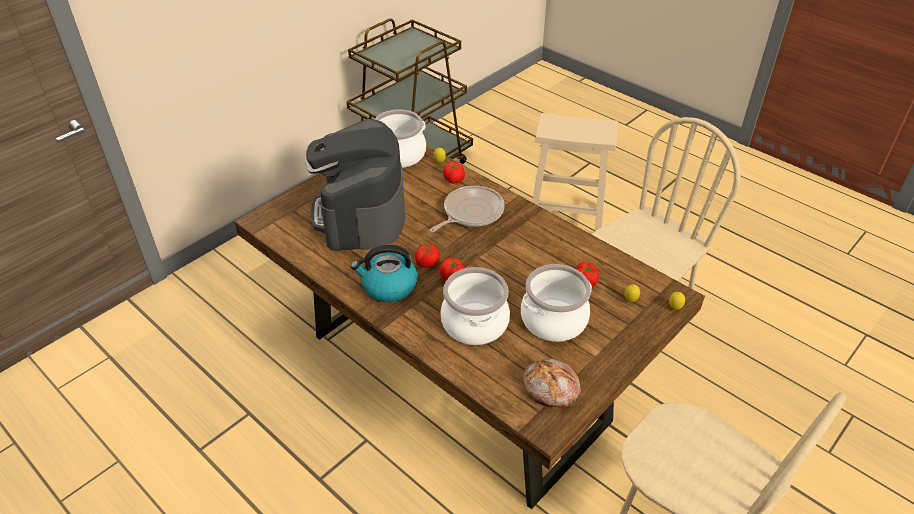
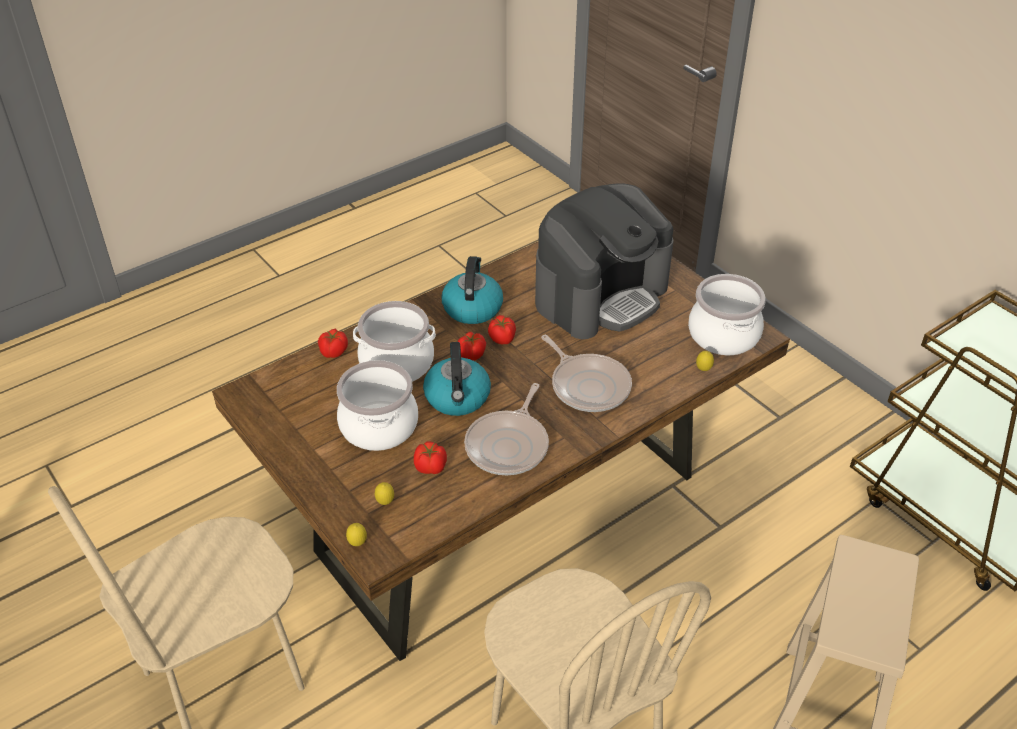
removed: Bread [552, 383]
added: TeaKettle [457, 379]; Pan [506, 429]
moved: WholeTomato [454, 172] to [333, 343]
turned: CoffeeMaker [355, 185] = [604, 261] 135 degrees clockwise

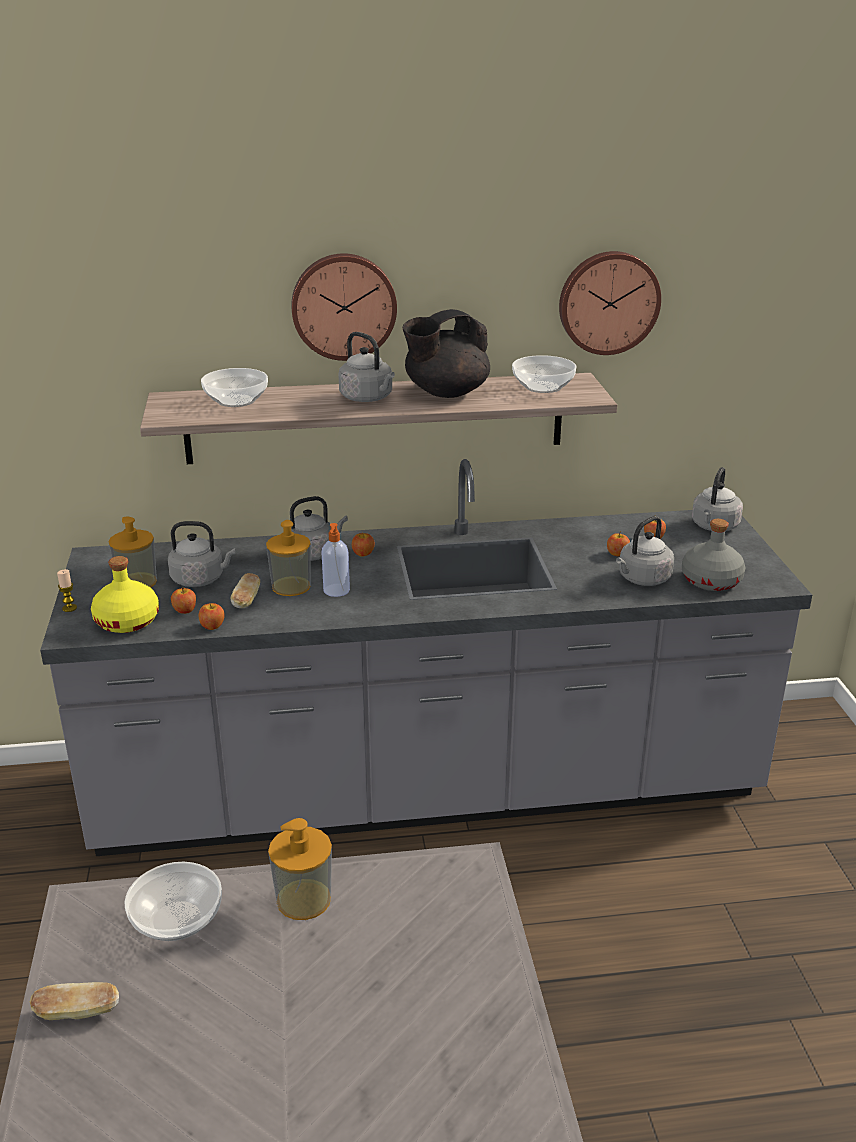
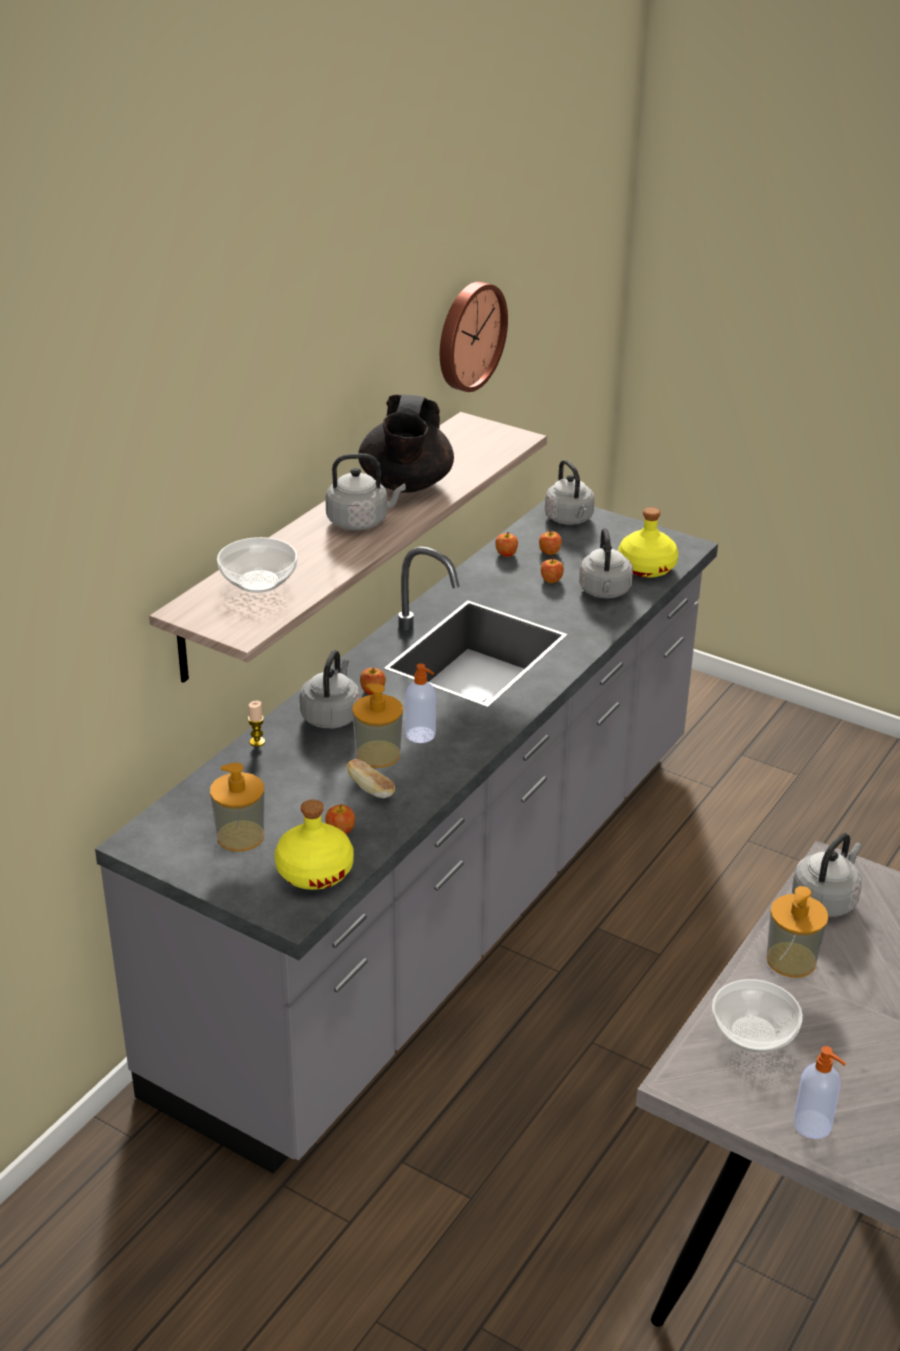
removed: ClockOnTheWall [344, 307]; Bowl [544, 374]
moved: GreyTeaKettle [201, 554] to [827, 875]; Candle [67, 590] to [256, 724]; WholeApple [212, 616] to [506, 544]
replaced: Bread [74, 1001] to SoapBottle [819, 1092]
recoloured: GreyBeverageBottle [713, 555] to YellowishBeverageBottle [648, 542]

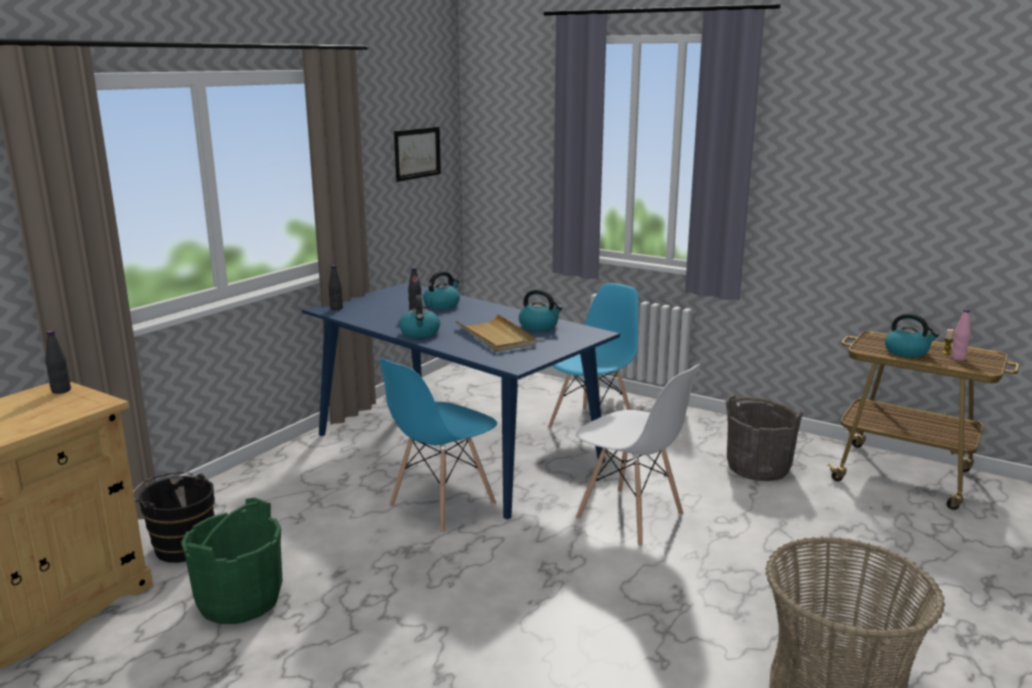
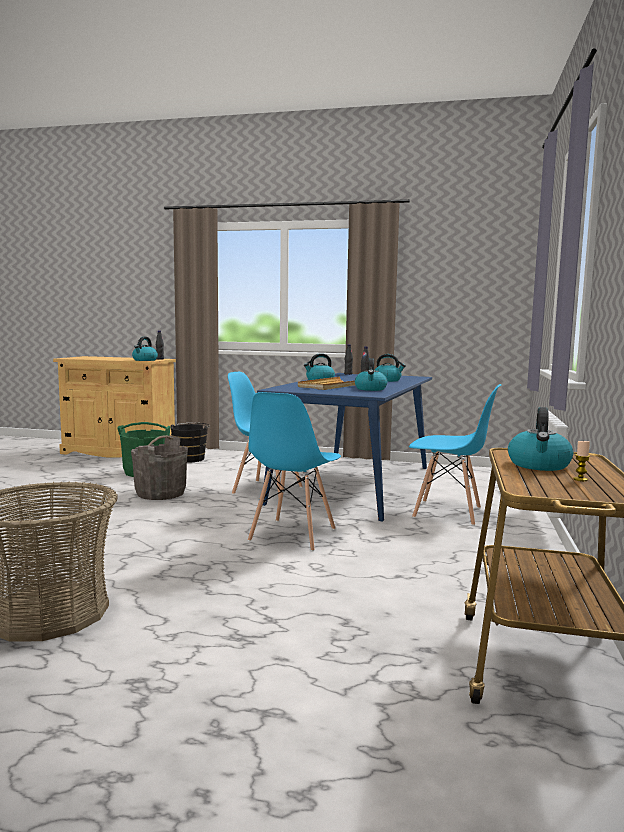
removed: Picture [417, 154]; PinkColouredBeverageBottle [961, 335]
added: TeaKettle [145, 349]
moved: GreyWaterBucket [765, 438] to [159, 467]
recoloured: WhiteColouredUprightChair [638, 455] to BlueUprightChair [294, 471]

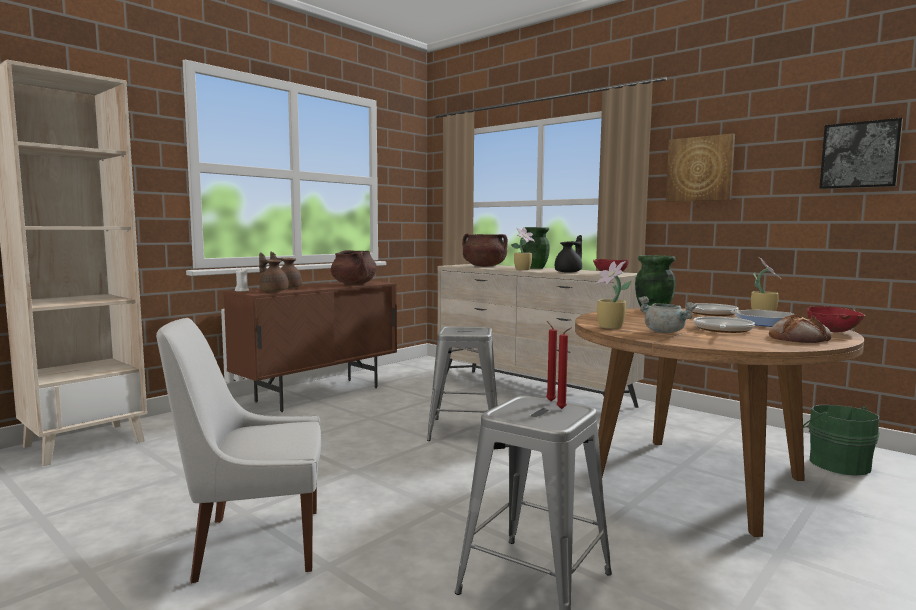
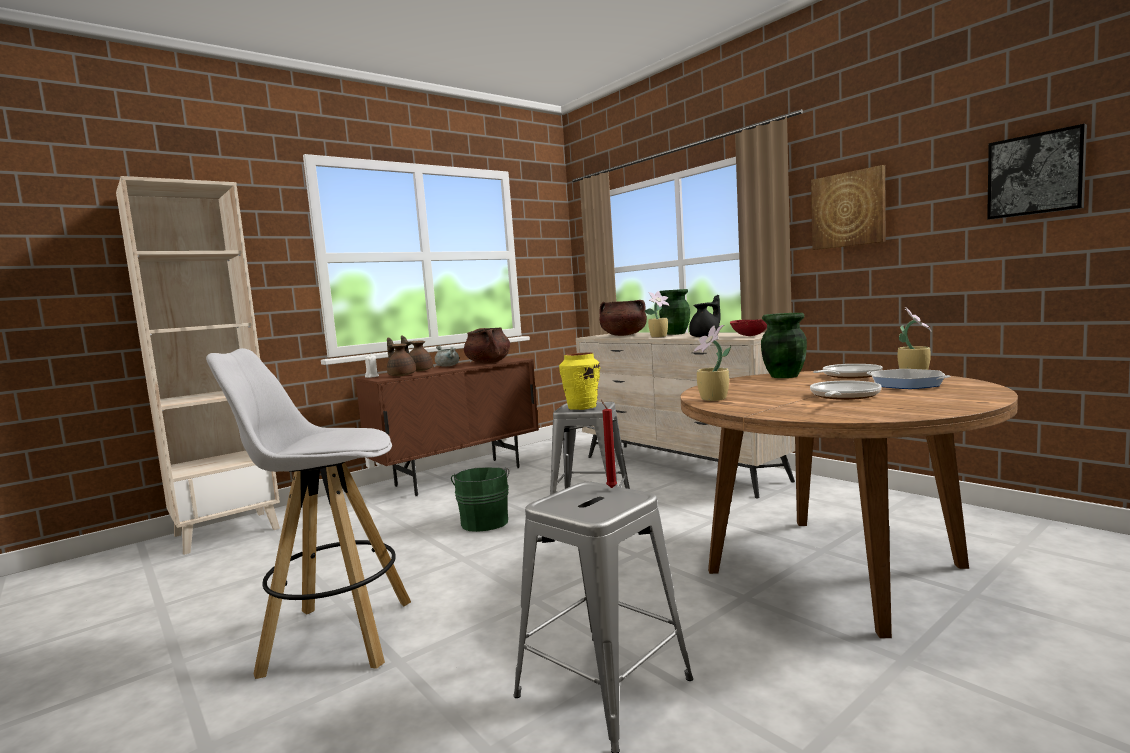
removed: RedColouredBowl [836, 319]; Bread [800, 328]; RedColouredCandle [564, 368]
added: YellowishDecorativeVase [579, 381]
moved: GreySaucepot [667, 314] to [447, 356]; GreenWaterBucket [841, 440] to [480, 499]
replaced: WhiteColouredUprightChair [238, 451] to WhiteColouredStool [308, 513]

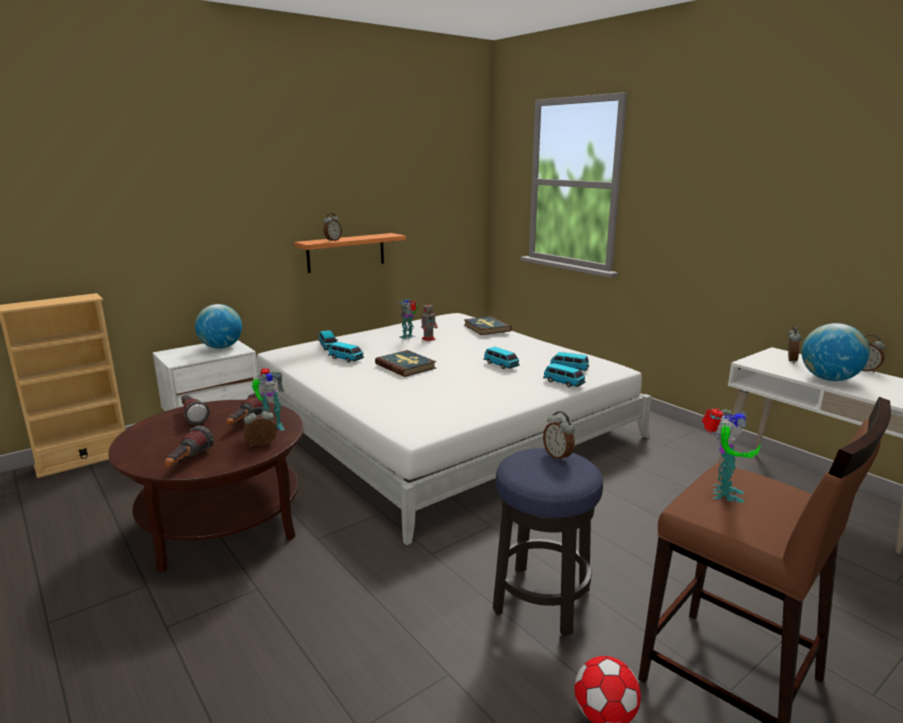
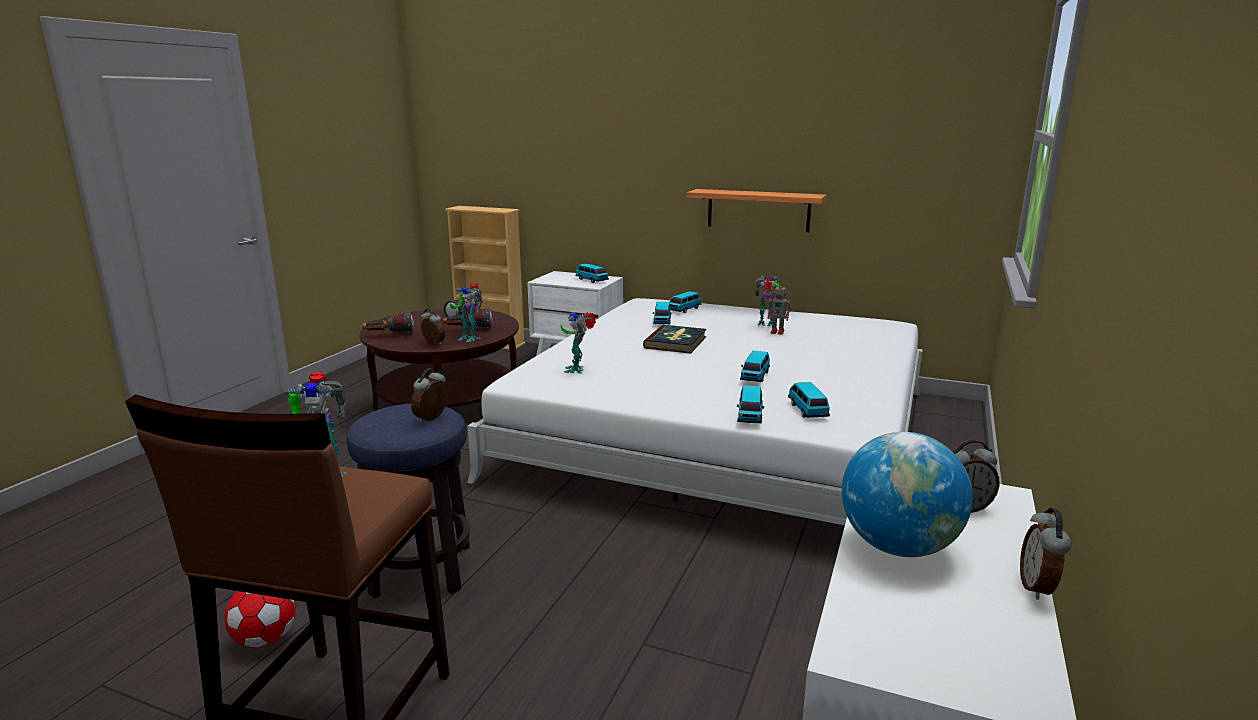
removed: BedsideClock [332, 227]; BoundBook [488, 325]
added: RobotFigure [578, 343]
replaced: Globe [218, 326] to ToyCar [592, 273]

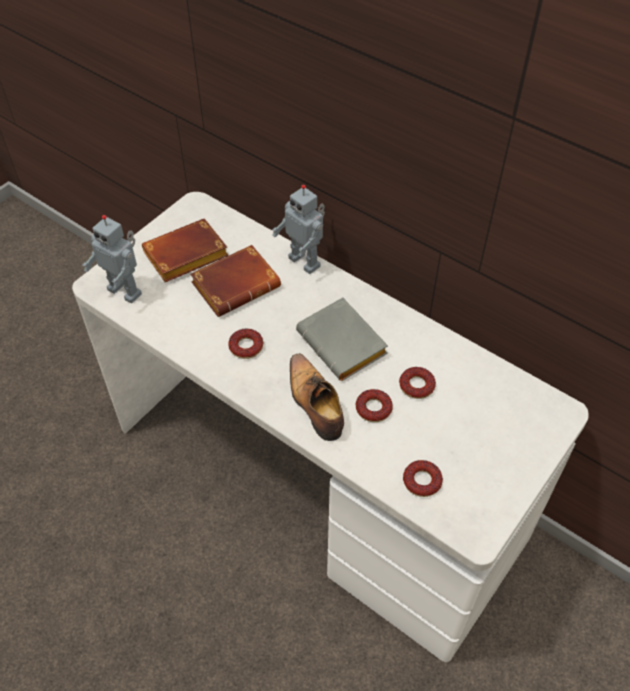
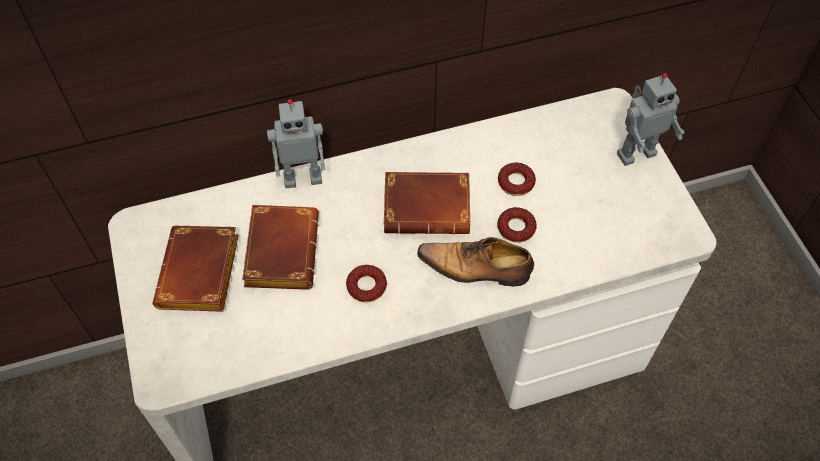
removed: Doughnut [423, 478]
moved: RobotFigure [112, 259] to [651, 119]
recoloured: GreyBoundBook [342, 339] to BrownBoundBook [427, 203]

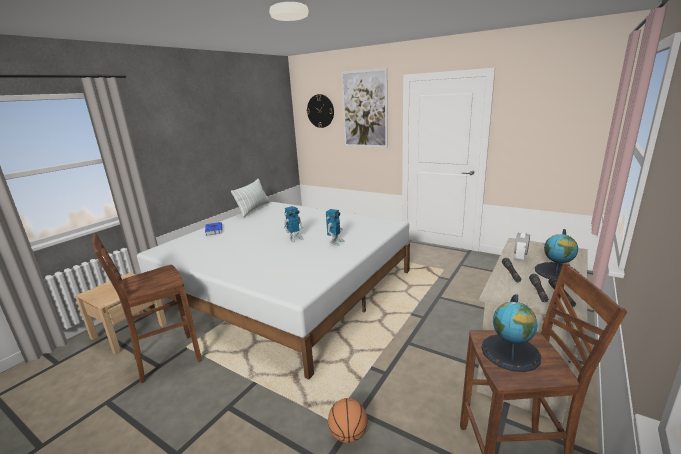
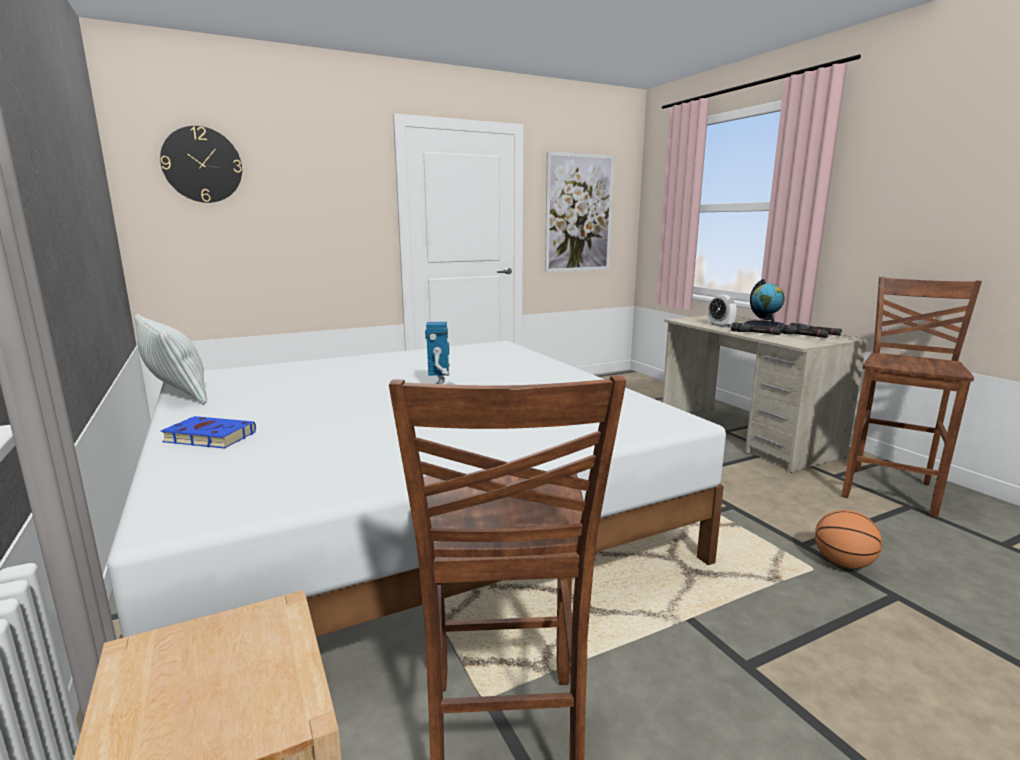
removed: RobotFigure [335, 227]; Globe [511, 333]
moved: Picture [364, 108] to [579, 211]

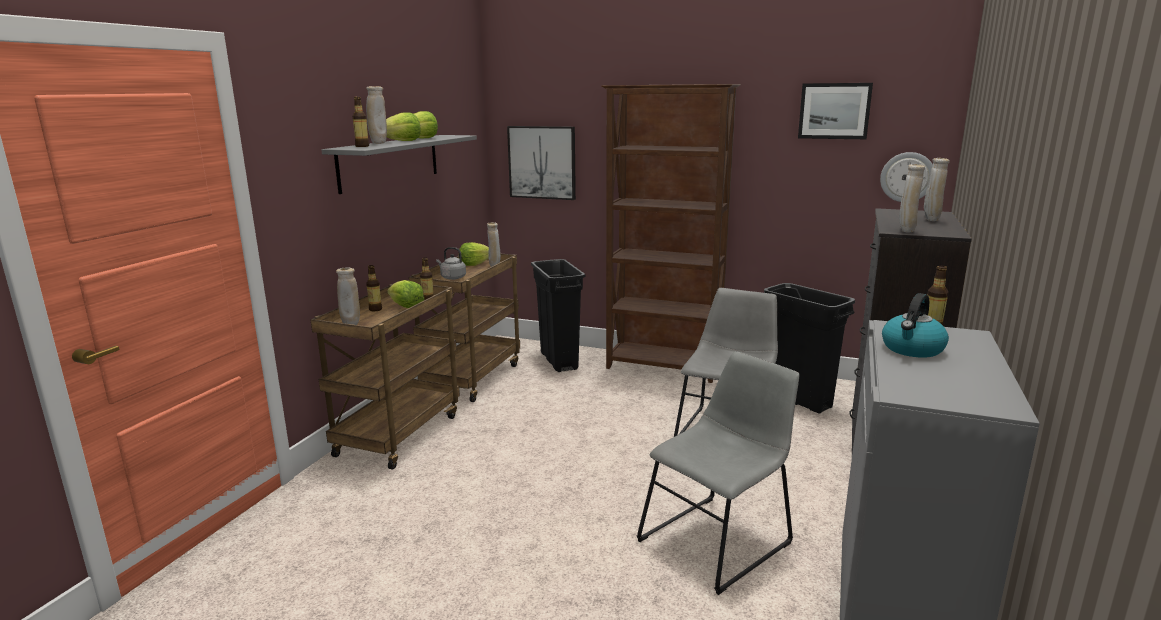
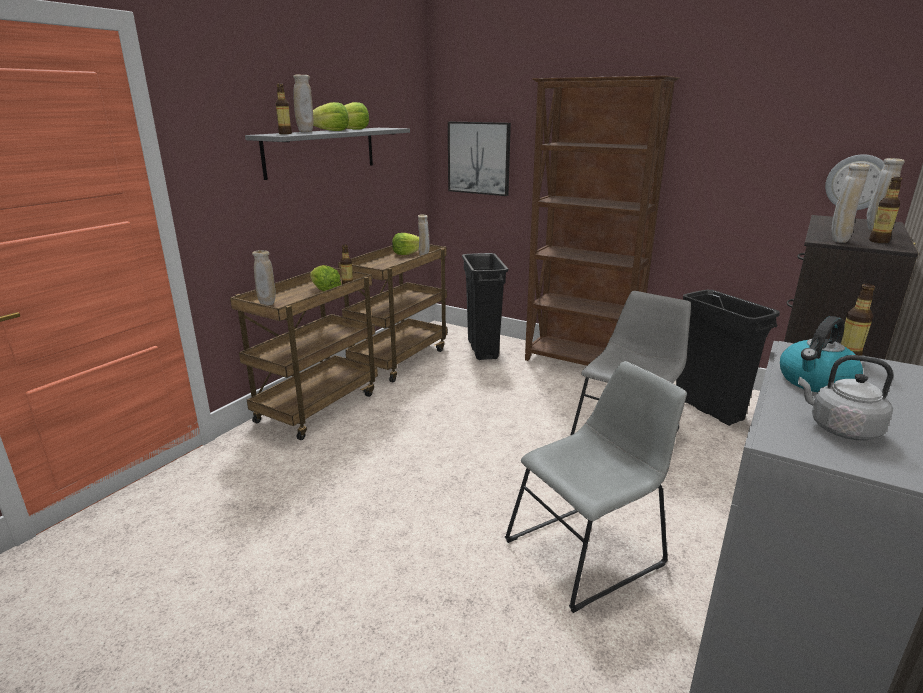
removed: Picture [835, 111]
moved: GreyTeaKettle [451, 263] to [845, 398]; BeverageBottle [374, 288] to [885, 210]

